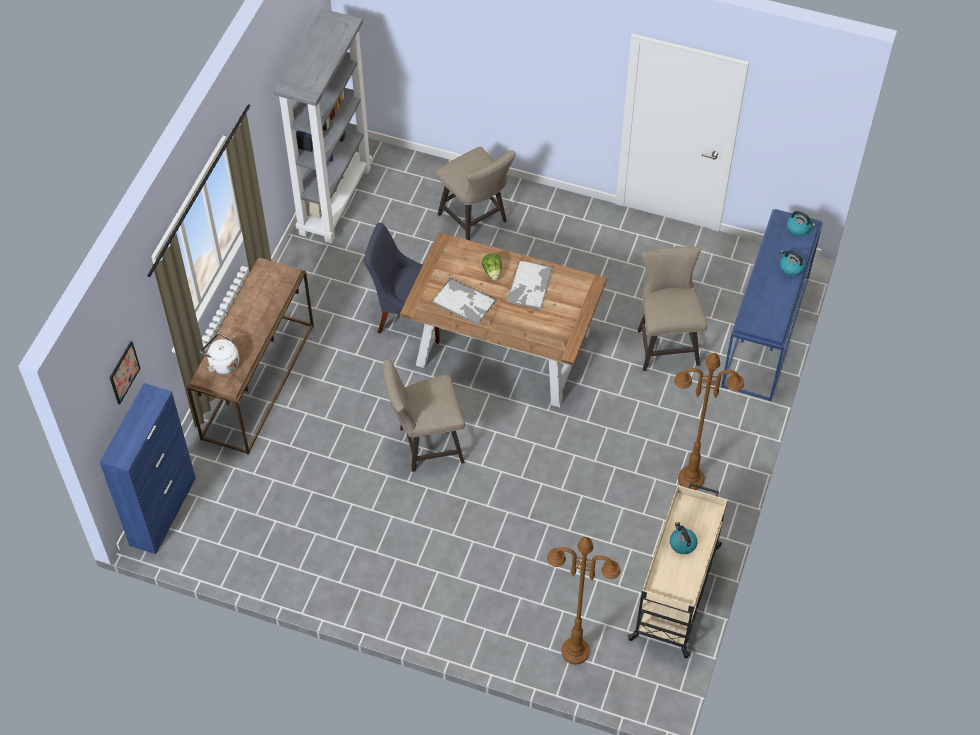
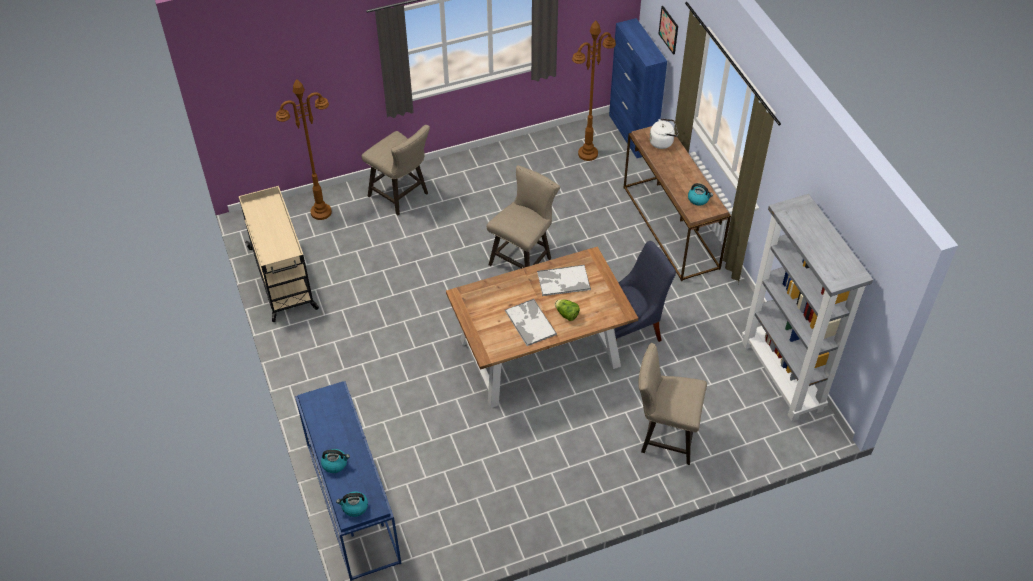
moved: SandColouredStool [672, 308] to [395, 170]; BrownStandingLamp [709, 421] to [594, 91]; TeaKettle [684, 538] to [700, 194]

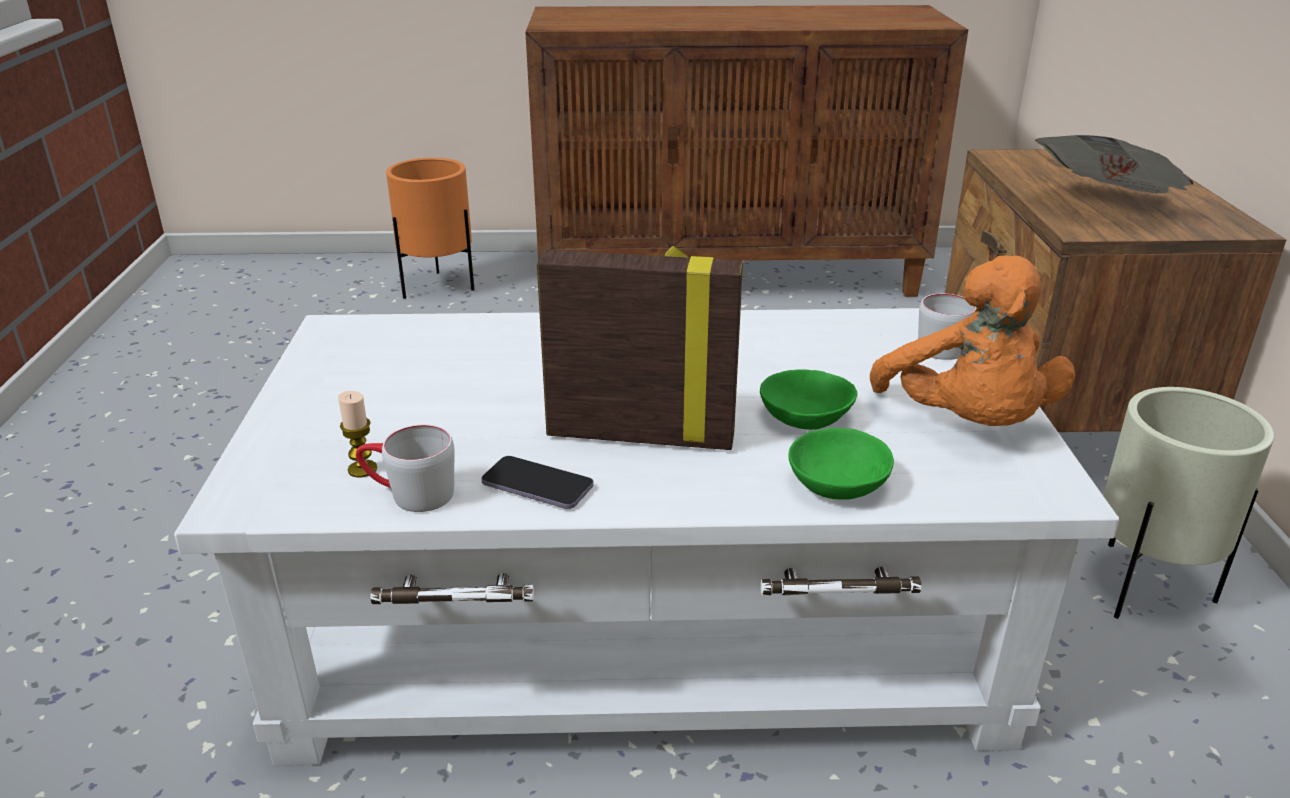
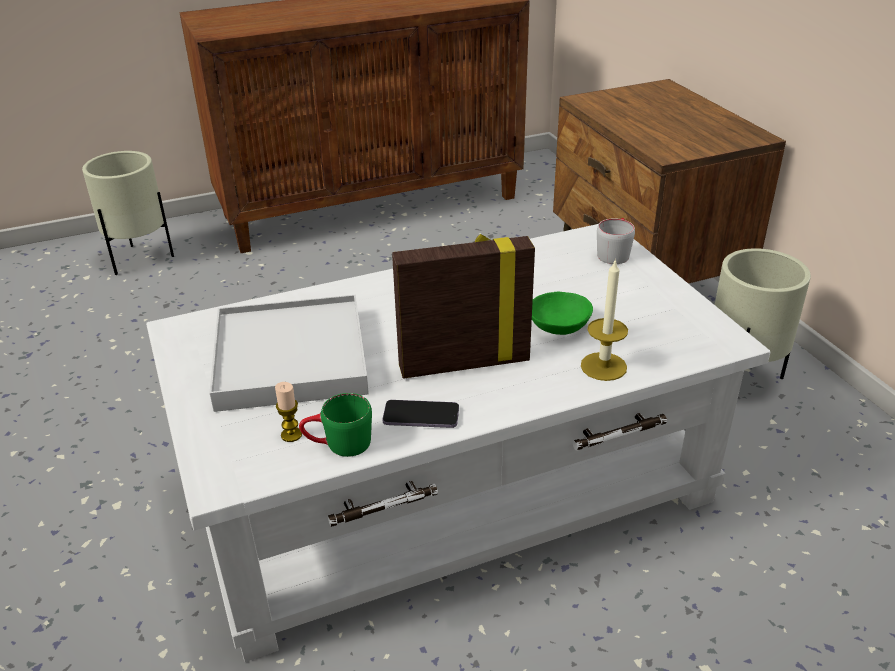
removed: Newspaper [1114, 164]; OrangeSoftToy [972, 341]
added: WhiteColouredCarryingTray [289, 353]
replaced: GreenBowl [841, 463] to Candle [604, 319]
recoloured: OrangeFlowerPot [430, 228] to SandColouredFlowerPot [128, 213]; GreyCoffeeMug [405, 468] to GreenCoffeeMug [335, 425]

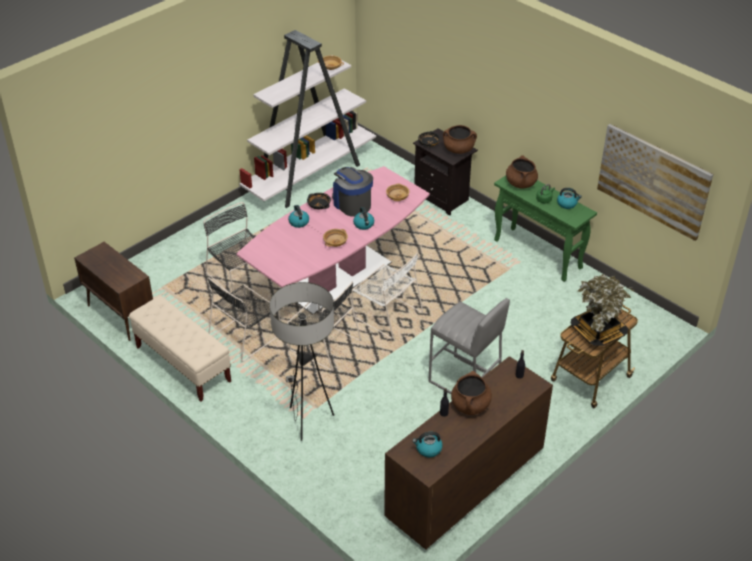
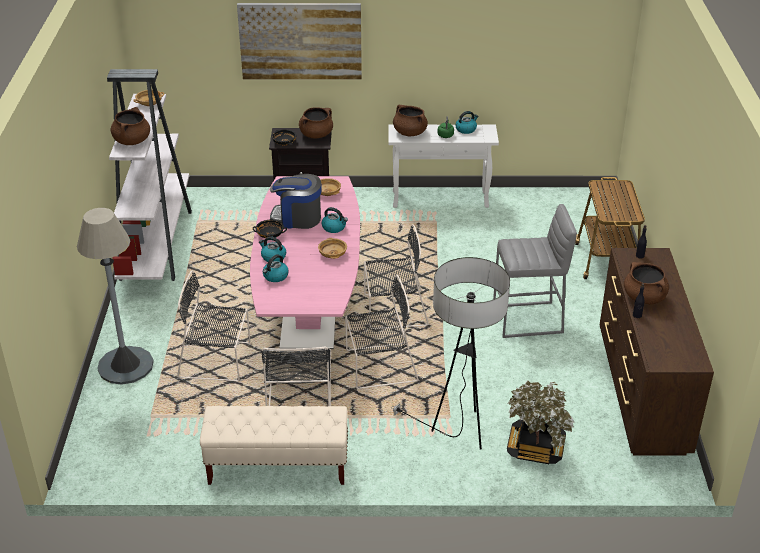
removed: BrownCupboard [113, 291]
added: BrownSaucepot [130, 126]; GreyStandingLamp [115, 296]
moved: Picture [655, 182] to [299, 41]; Houseplant [602, 310] to [541, 422]; TeaKettle [427, 444] to [276, 268]
recoloured: GreenConsoleTable [545, 228] to WhiteColouredConsoleTable [443, 166]; WhiteColouredUprightChair [387, 296] to BlackColouredUprightChair [396, 276]

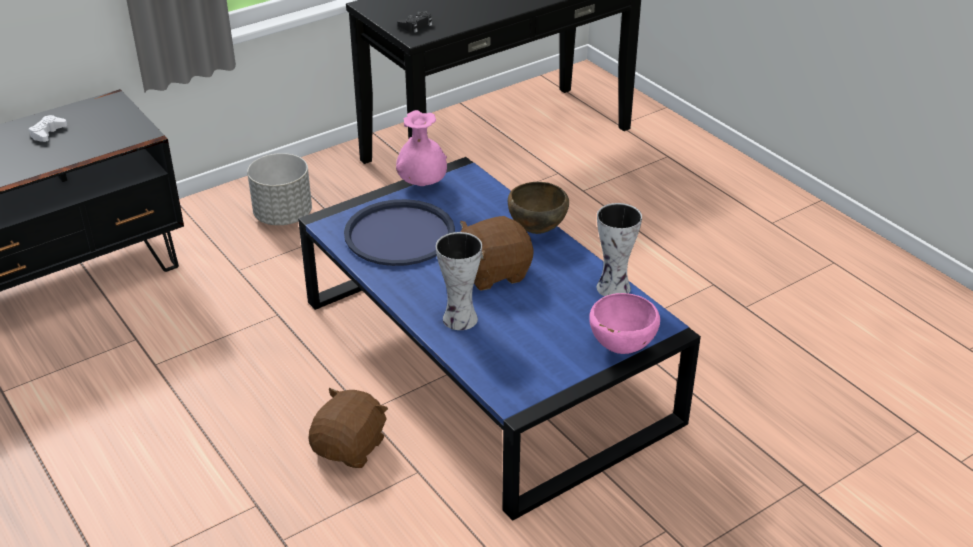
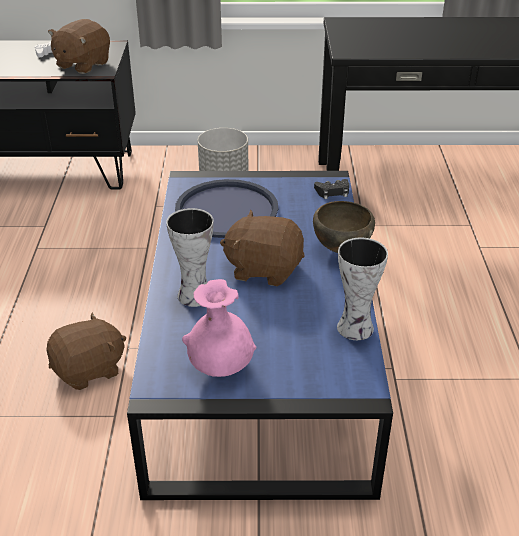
removed: PinkColouredBowl [624, 323]
added: BrownSoftToy [79, 46]
moved: BlackColouredGameController [414, 22] to [331, 189]; PinkColouredDecorativeVase [421, 148] to [219, 328]

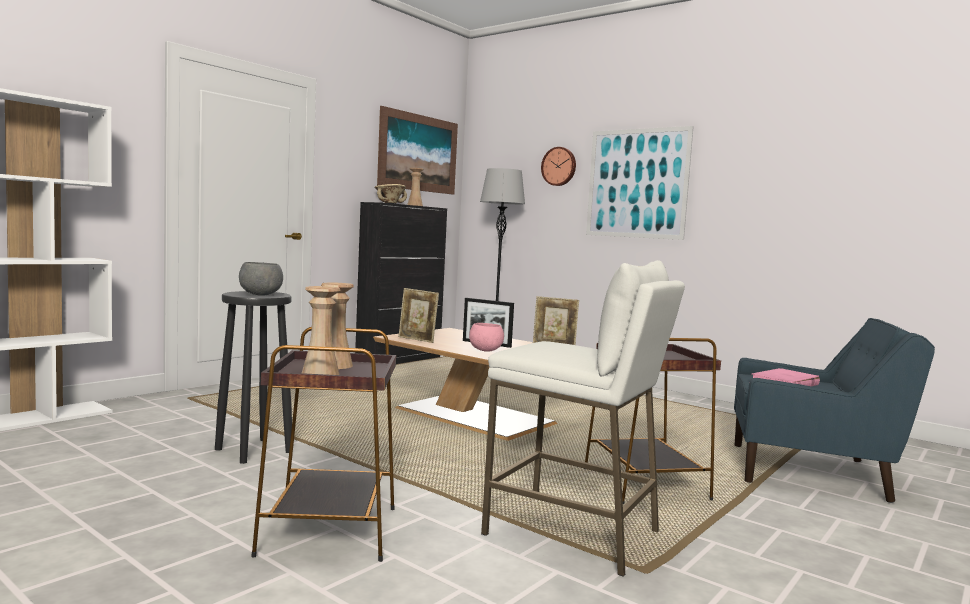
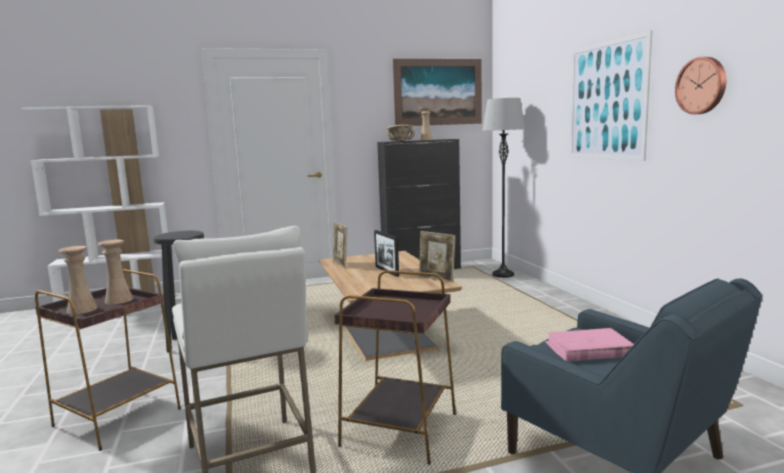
removed: GreyBowl [261, 279]; PinkColouredBowl [486, 337]
moved: ClockOnTheWall [558, 166] to [700, 85]

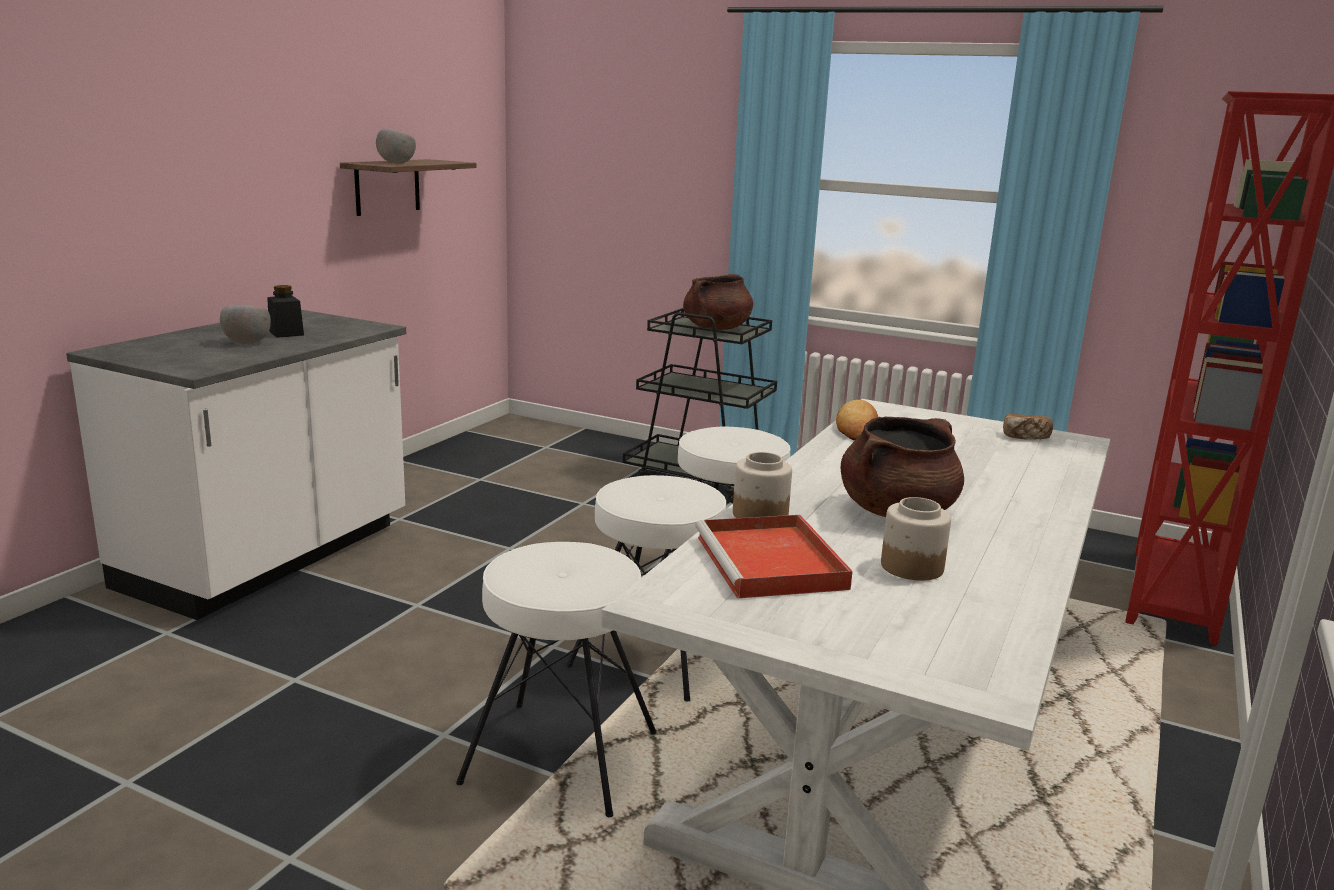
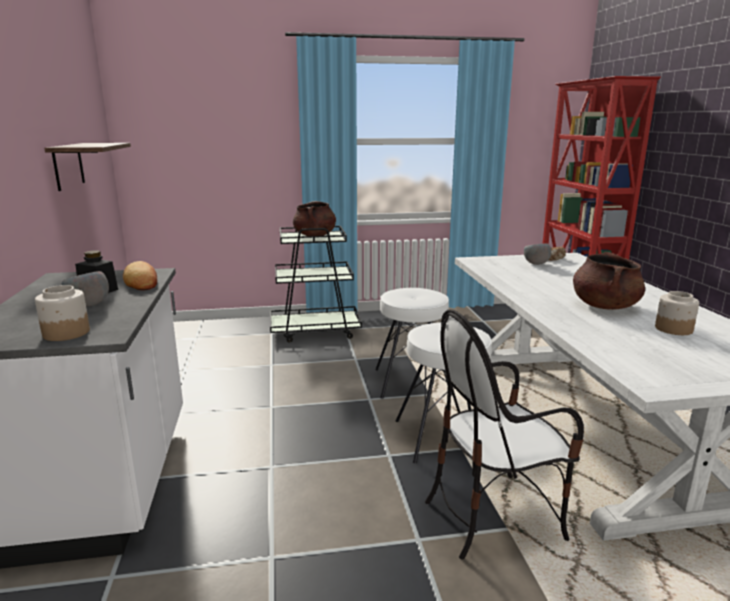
removed: RedColouredCarryingTray [774, 557]
moved: GreyBowl [396, 146] to [537, 254]; Bread [857, 420] to [140, 275]; Jar [762, 485] to [62, 313]
replaced: WhiteColouredStool [556, 679] to UprightChair [504, 434]

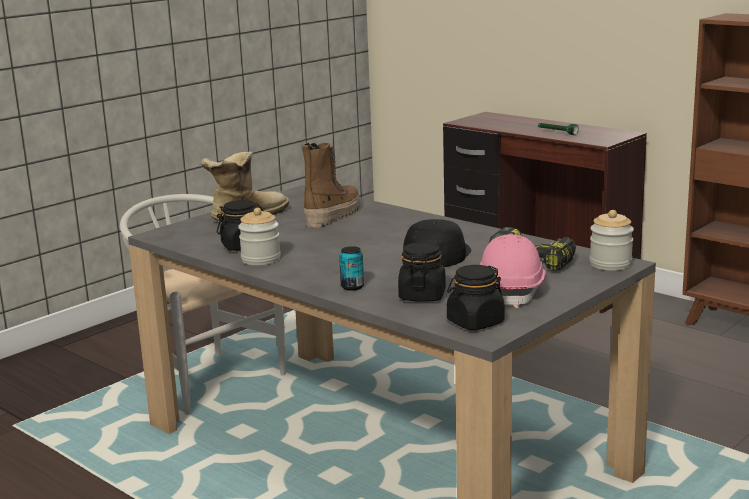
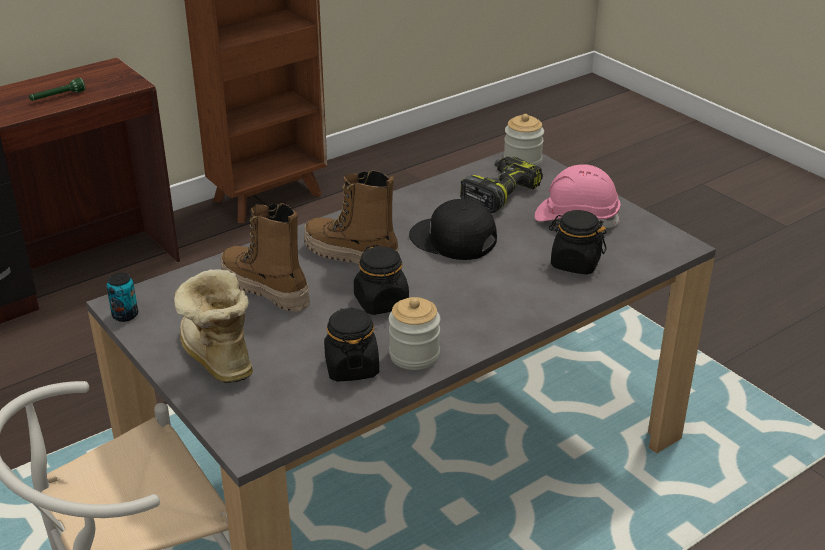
added: TallBoot [351, 217]
moved: Can [351, 268] to [122, 297]; BlackColouredJar [475, 297] to [381, 280]

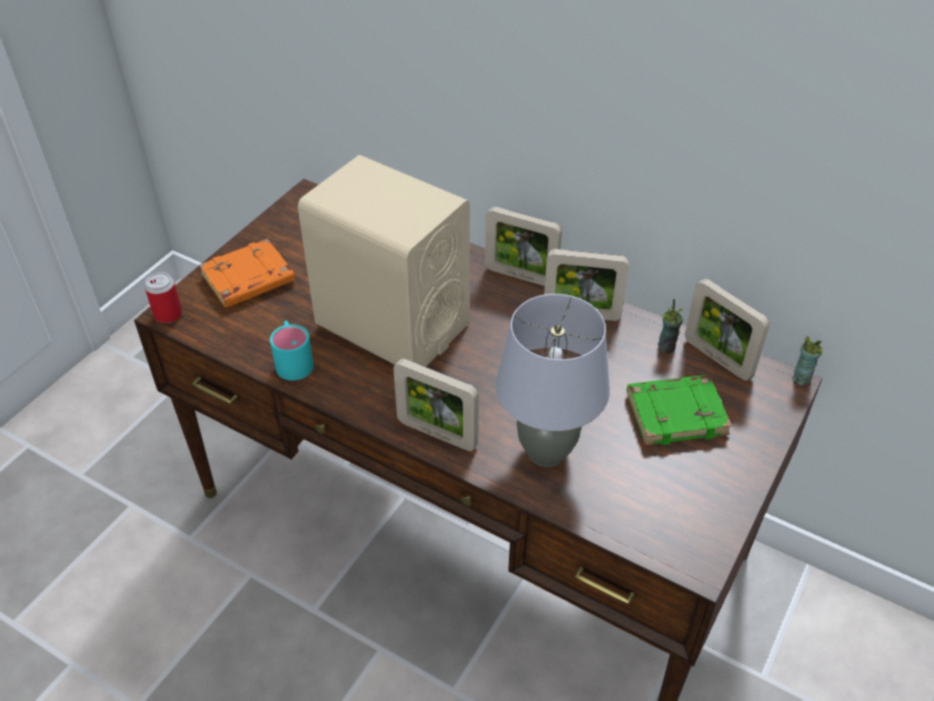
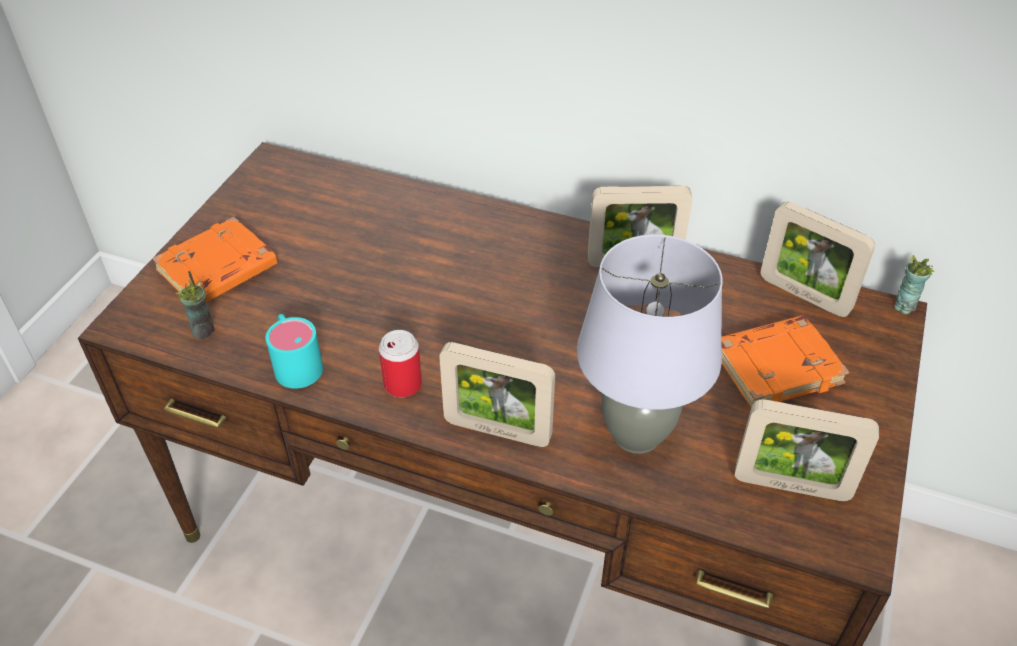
removed: SandColouredAudioSpeaker [384, 261]
moved: PictureFrame [523, 246] to [807, 450]; Can [163, 297] to [400, 363]; DrinkingCup [670, 326] to [195, 305]
recoloured: GreenBoundBook [679, 410] to OrangeBoundBook [785, 361]

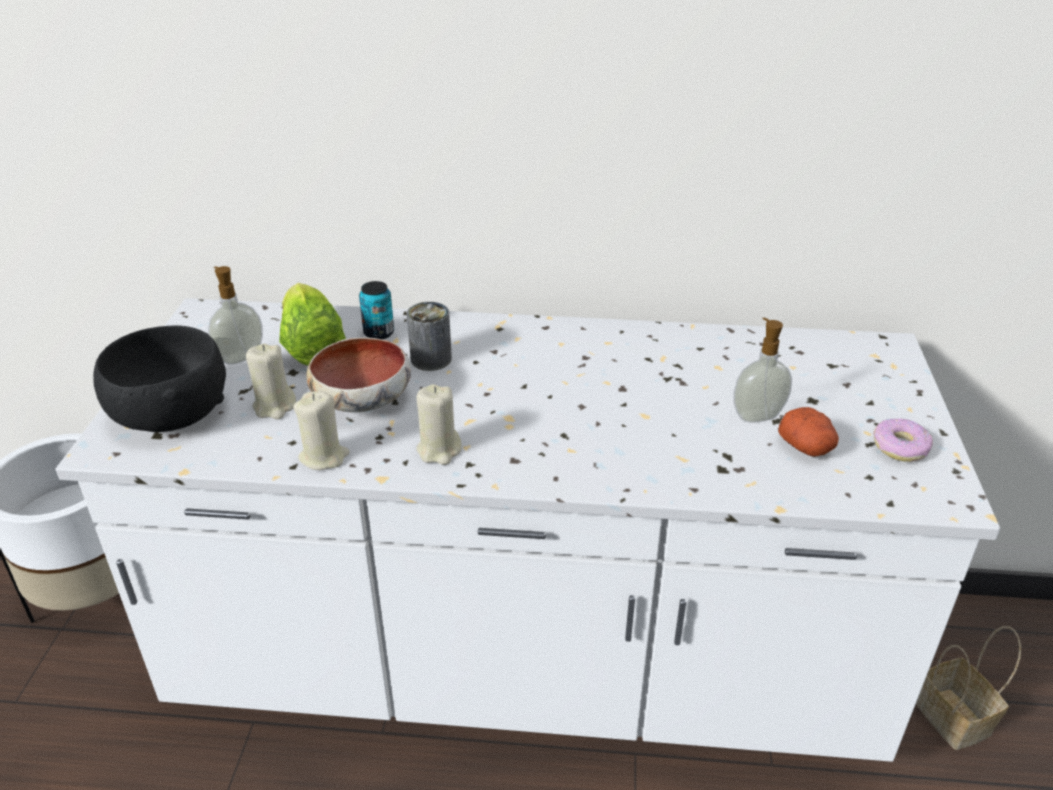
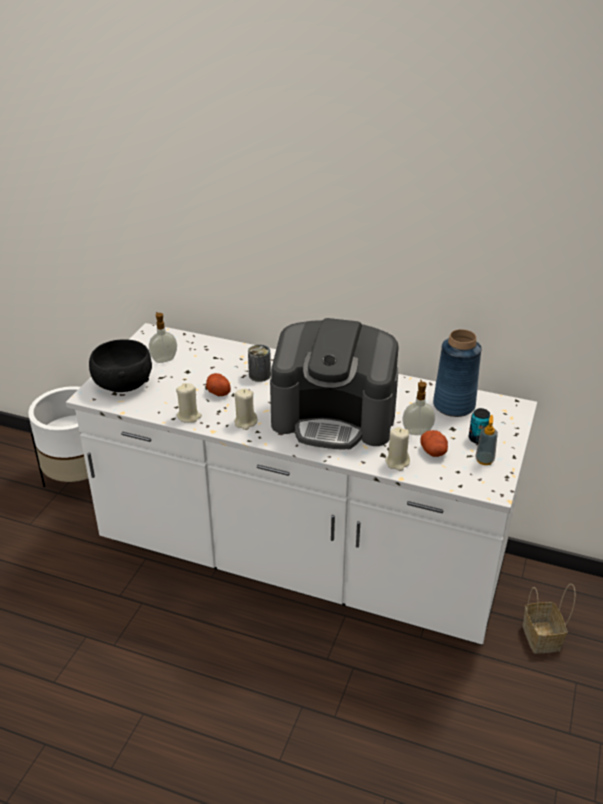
removed: LettuceHead [312, 324]
added: CoffeeMaker [334, 384]; BlueDecorativeVase [457, 373]
moved: Can [376, 310] to [479, 426]; SandColouredCandle [271, 381] to [397, 449]
replaced: Bowl [358, 374] to Potato [218, 384]; Doughnut [903, 440] to SoapBottle [486, 440]

